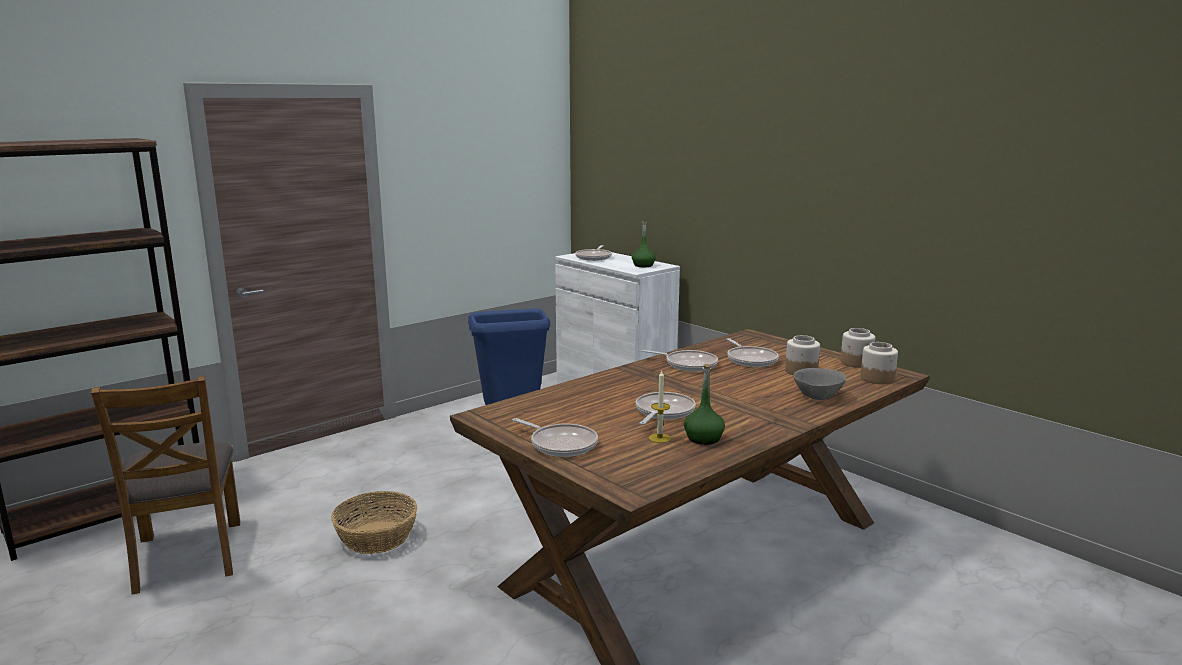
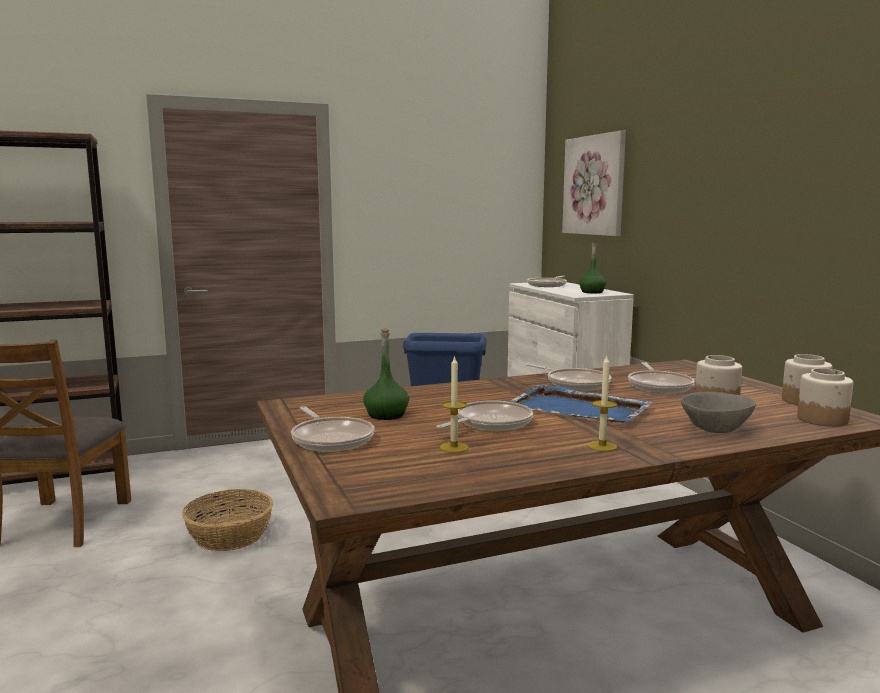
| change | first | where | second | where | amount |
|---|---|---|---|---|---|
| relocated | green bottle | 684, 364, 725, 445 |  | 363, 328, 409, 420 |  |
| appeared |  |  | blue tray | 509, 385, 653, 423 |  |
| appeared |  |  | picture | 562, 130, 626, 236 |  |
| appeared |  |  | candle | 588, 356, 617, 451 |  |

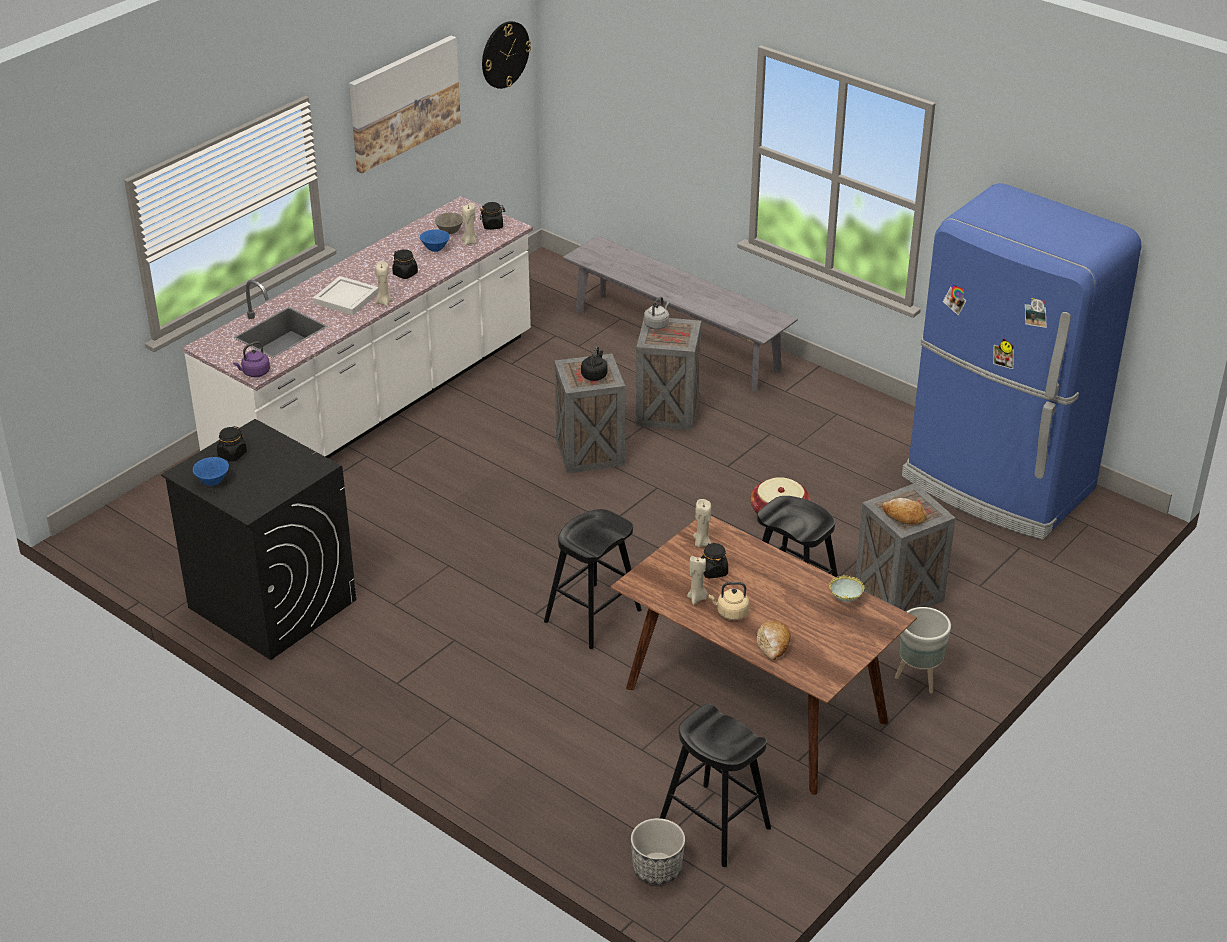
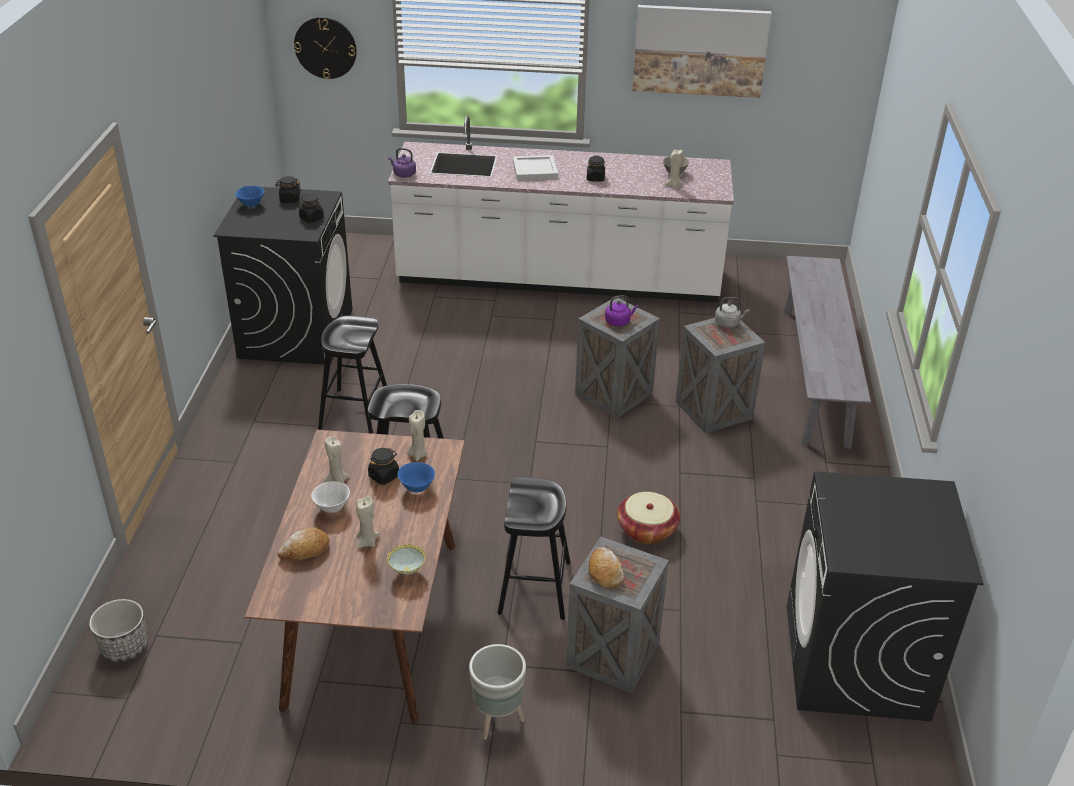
| change | first | where | second | where | amount |
|---|---|---|---|---|---|
| relocated | wall clock | 482, 21, 531, 89 |  | 294, 17, 357, 79 |  |
| relocated | black jar | 480, 202, 505, 230 |  | 299, 194, 324, 223 |  |
| exchanged | beige kettle | 709, 582, 749, 620 | white bowl | 311, 481, 350, 513 |  |
| relocated | black stool | 660, 704, 771, 867 |  | 318, 316, 387, 434 |  |
| relocated | beige candle | 375, 261, 392, 306 |  | 356, 496, 379, 548 |  |
| relocated | blue bowl | 420, 229, 450, 252 |  | 397, 462, 435, 493 |  |
| colour | black kettle | 581, 346, 607, 381 | purple kettle | 605, 295, 638, 326 |  |
| exchanged | blue fridge | 902, 183, 1141, 540 | black washing machine | 787, 471, 984, 721 |  |

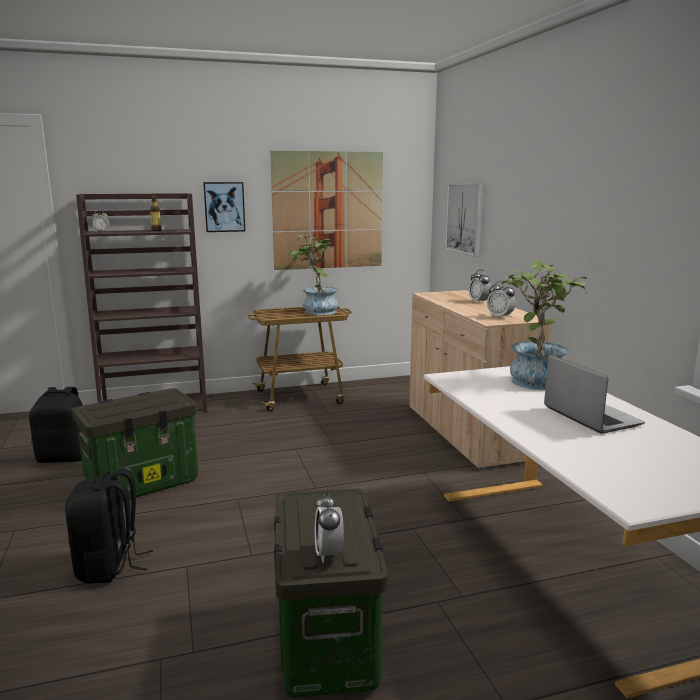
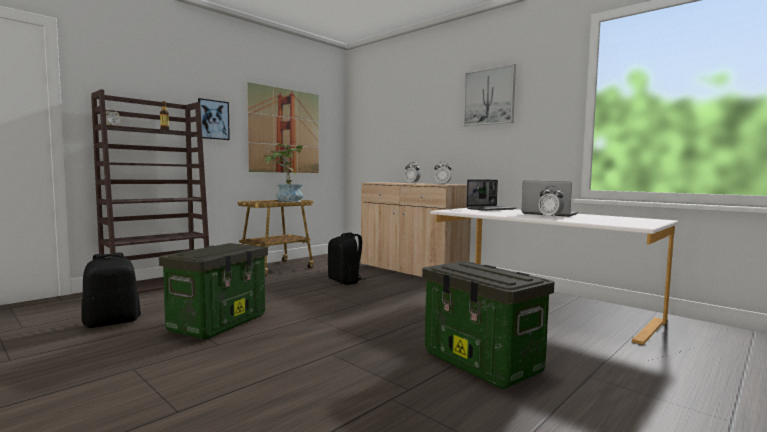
| change | first | where | second | where | amount |
|---|---|---|---|---|---|
| relocated | black backpack | 65, 469, 153, 583 |  | 328, 232, 362, 285 |  |
| relocated | picture | 445, 183, 483, 256 |  | 463, 64, 516, 126 |  |
| exchanged | potted plant | 502, 260, 587, 390 | laptop | 466, 179, 516, 211 |  |
| relocated | alarm clock | 315, 492, 344, 563 |  | 538, 186, 564, 218 |  |

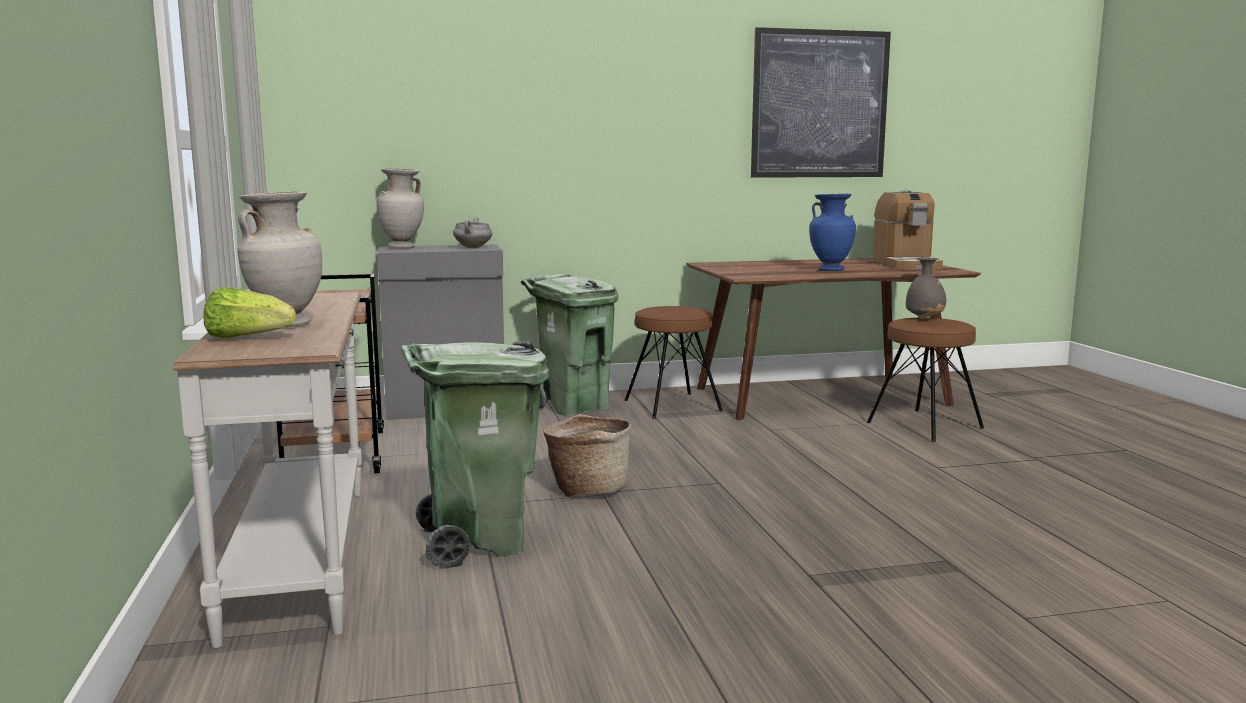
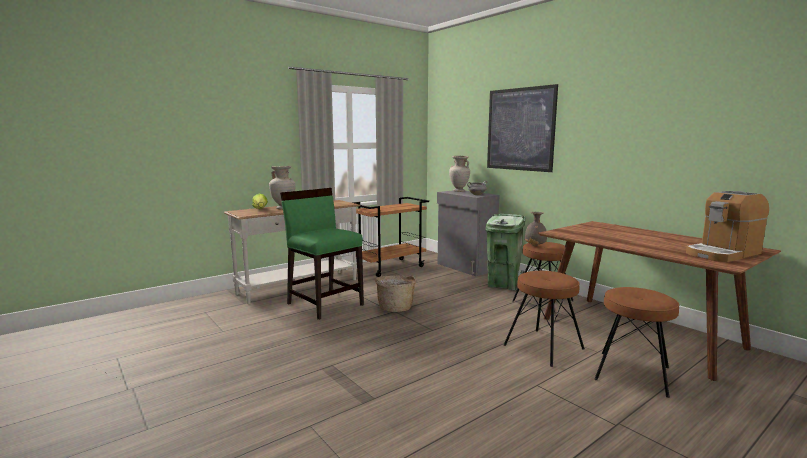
| change | first | where | second | where | amount |
|---|---|---|---|---|---|
| exchanged | green trash can | 401, 342, 549, 569 | green chair | 280, 188, 364, 320 |  |
| relocated | picture | 751, 27, 891, 178 |  | 487, 84, 558, 172 |  |
| appeared |  |  | brown stool | 504, 271, 585, 367 |  |
| relocated | grey vase | 906, 257, 947, 319 |  | 525, 212, 547, 246 |  |
| missing | blue vase | 809, 194, 856, 271 |  |  |  |

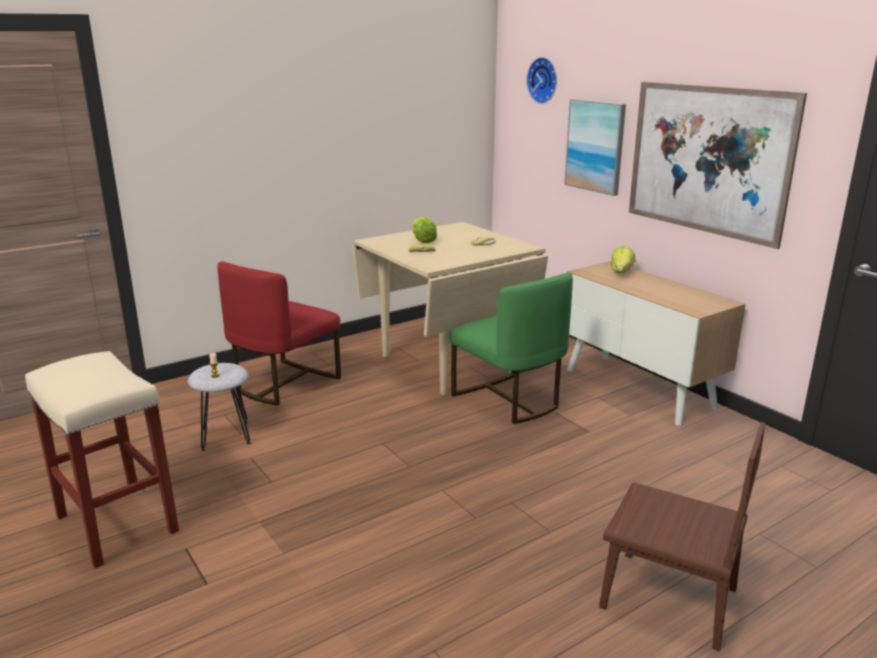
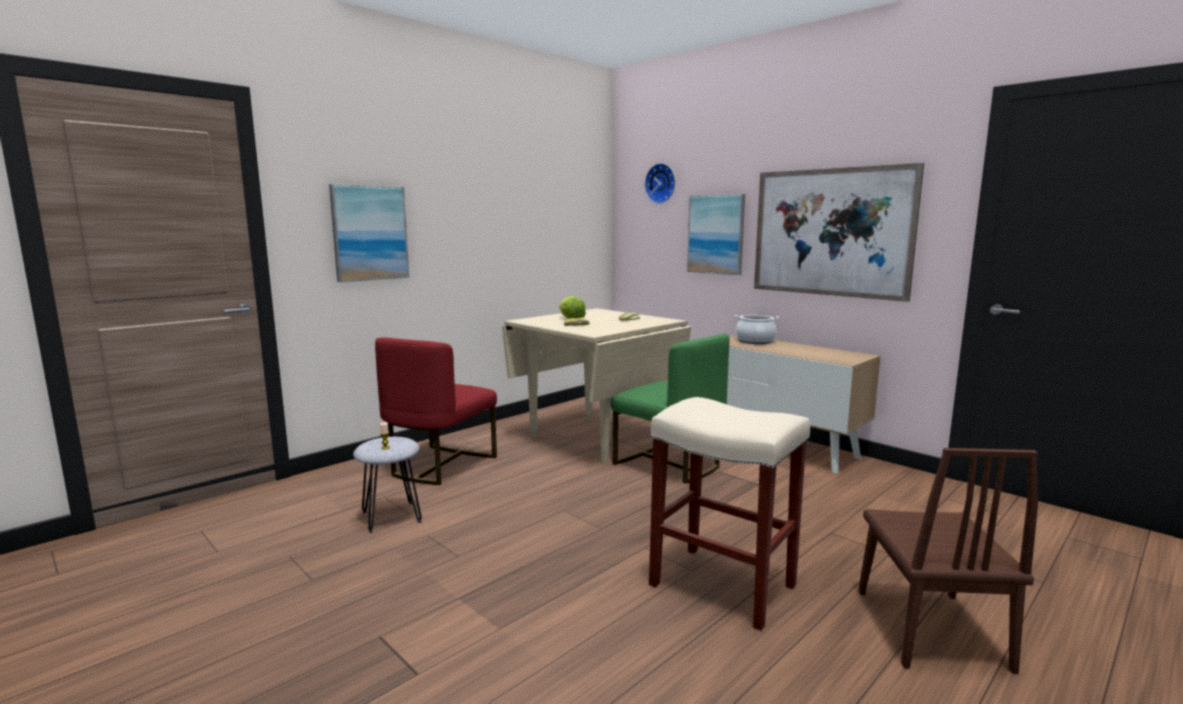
| change | first | where | second | where | amount |
|---|---|---|---|---|---|
| appeared |  |  | picture | 329, 184, 409, 282 |  |
| relocated | beige stool | 25, 351, 179, 568 |  | 649, 397, 810, 631 |  |
| exchanged | lettuce | 610, 246, 635, 274 | cooking pot | 735, 315, 779, 344 |  |
| spun | brown chair | 599, 422, 766, 651 |  | 859, 448, 1038, 674 | 75 degrees clockwise |

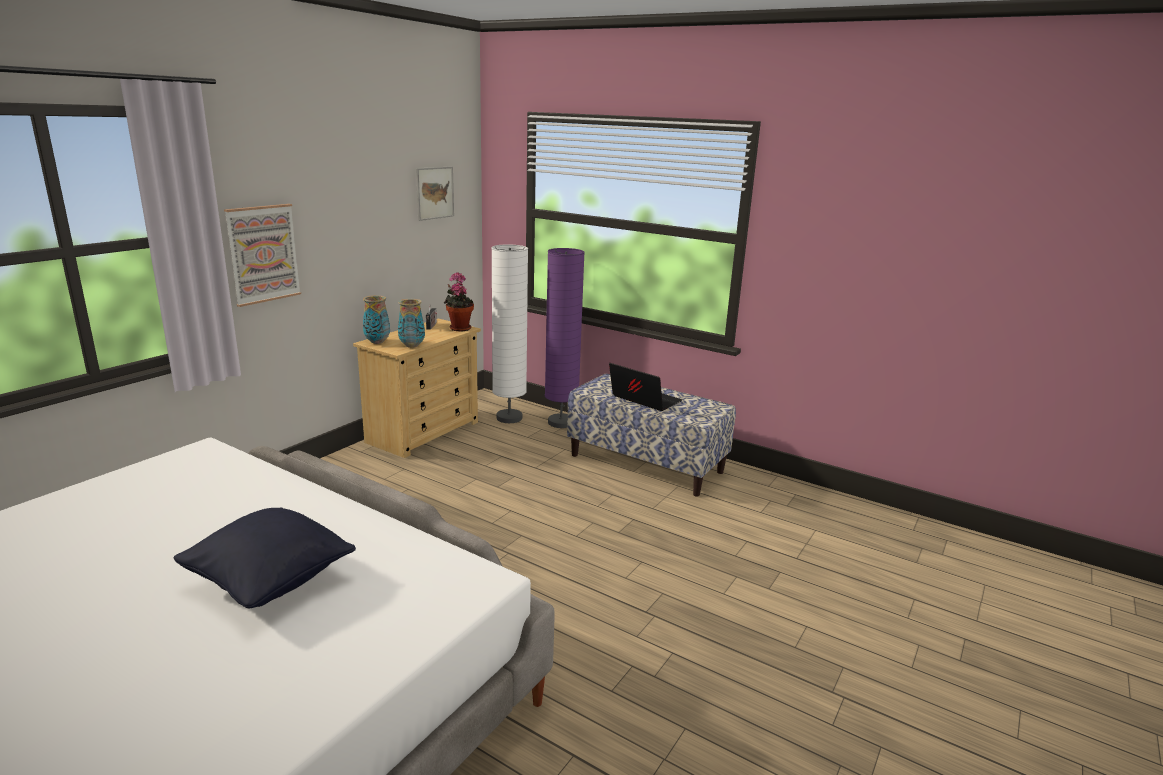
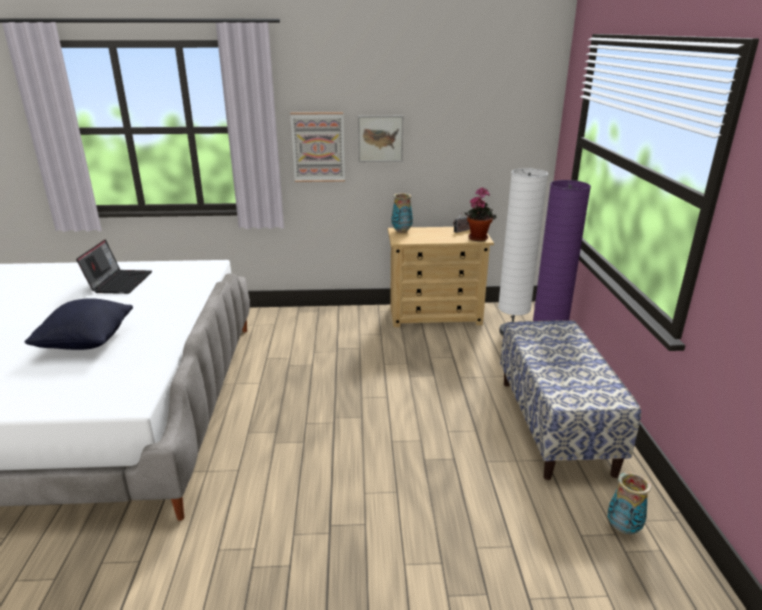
| change | first | where | second | where | amount |
|---|---|---|---|---|---|
| relocated | laptop | 609, 363, 682, 411 |  | 76, 240, 152, 294 |  |
| relocated | picture | 416, 166, 454, 221 |  | 358, 116, 403, 162 |  |
| relocated | vase | 398, 299, 425, 348 |  | 608, 472, 651, 534 |  |

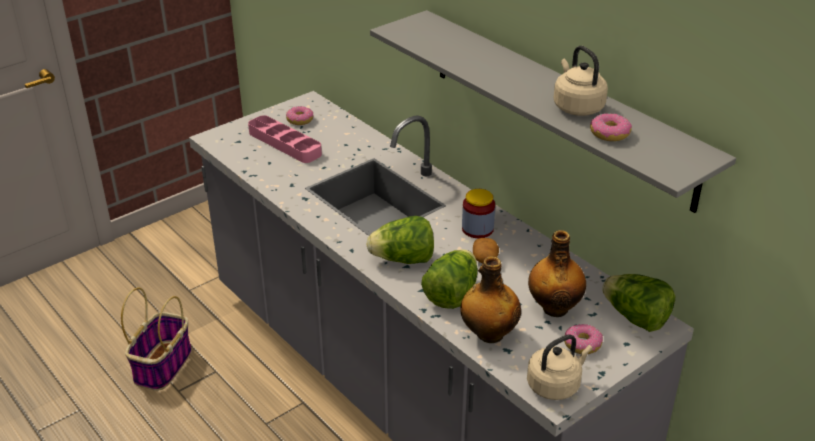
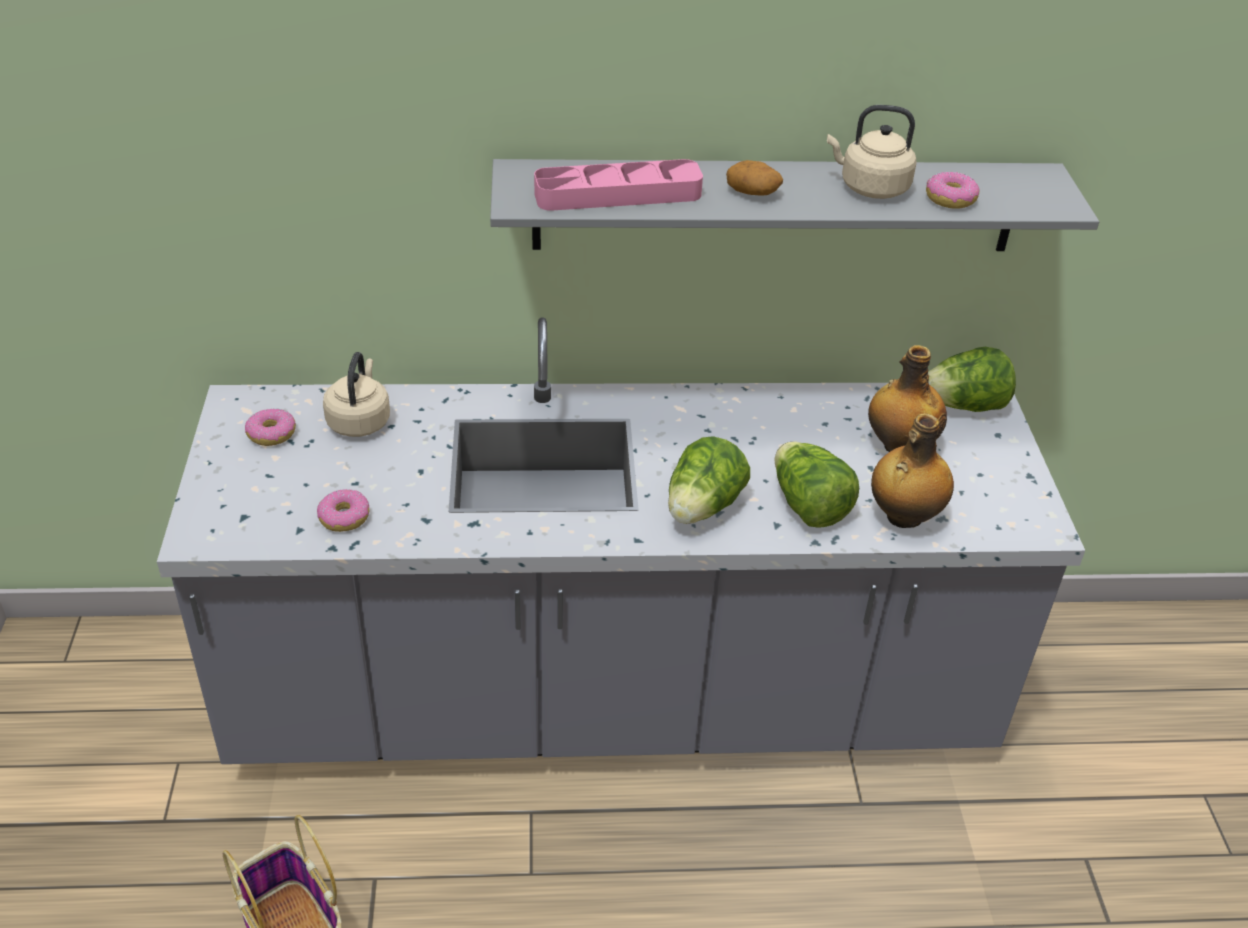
| change | first | where | second | where | amount |
|---|---|---|---|---|---|
| relocated | donut | 564, 324, 603, 354 |  | 317, 489, 369, 532 |  |
| relocated | beige kettle | 527, 334, 593, 400 |  | 323, 352, 390, 437 |  |
| relocated | pink tray | 248, 115, 322, 163 |  | 534, 159, 703, 211 |  |
| relocated | potato | 473, 238, 499, 263 |  | 726, 160, 783, 196 |  |
| missing | jar | 462, 189, 495, 238 |  |  |  |

